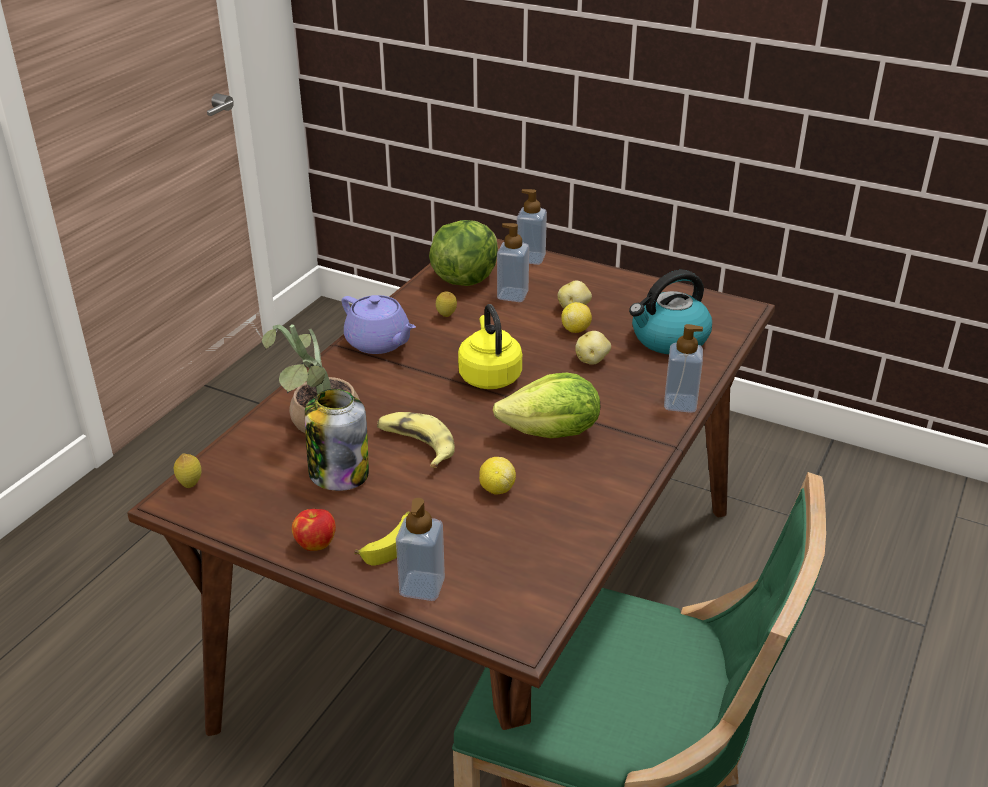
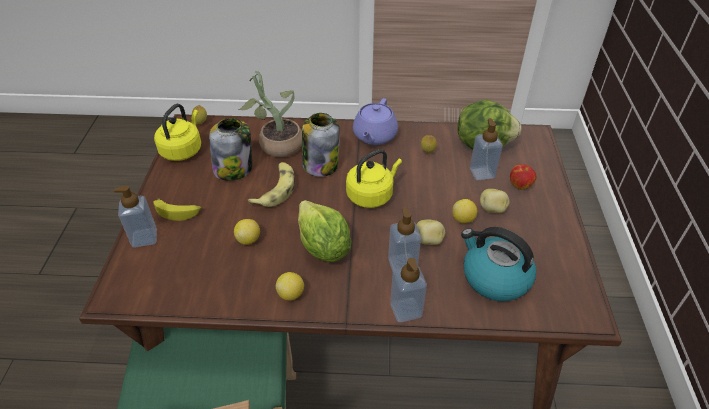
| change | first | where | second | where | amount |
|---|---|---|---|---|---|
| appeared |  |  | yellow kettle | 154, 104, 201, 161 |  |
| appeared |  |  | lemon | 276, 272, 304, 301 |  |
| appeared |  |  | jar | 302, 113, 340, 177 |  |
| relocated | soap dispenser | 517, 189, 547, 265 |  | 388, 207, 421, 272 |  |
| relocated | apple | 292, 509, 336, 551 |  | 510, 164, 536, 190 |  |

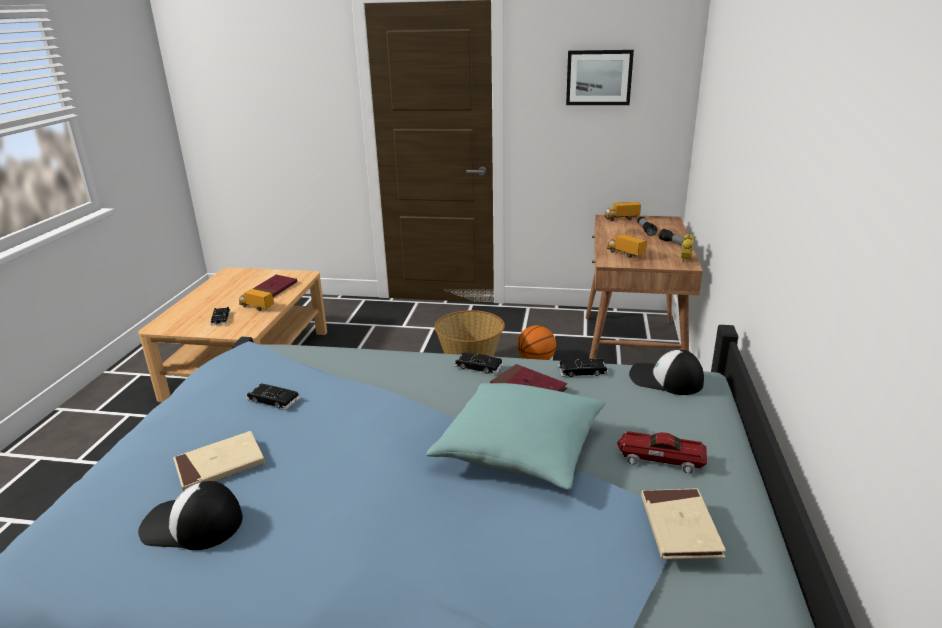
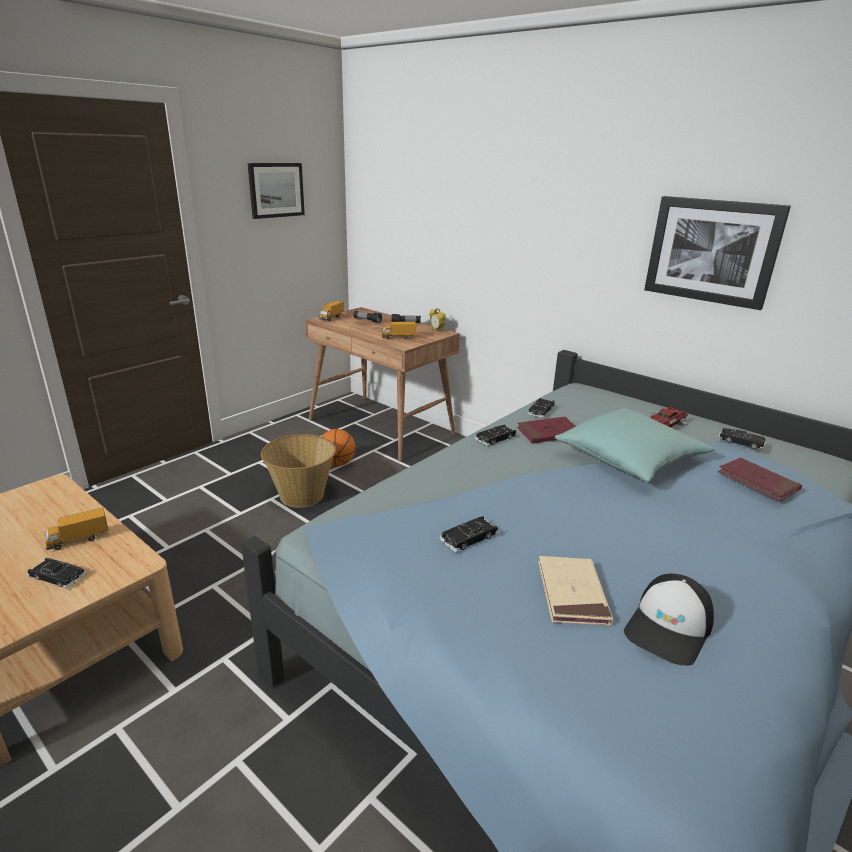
| change | first | where | second | where | amount |
|---|---|---|---|---|---|
| appeared |  |  | picture | 644, 196, 791, 310 |  |
| exchanged | beige book | 641, 488, 726, 560 | black toy car | 718, 428, 766, 450 |  |
| relocated | red book | 253, 275, 297, 297 |  | 718, 458, 802, 502 |  |
| missing | cap | 629, 350, 704, 395 |  |  |  |

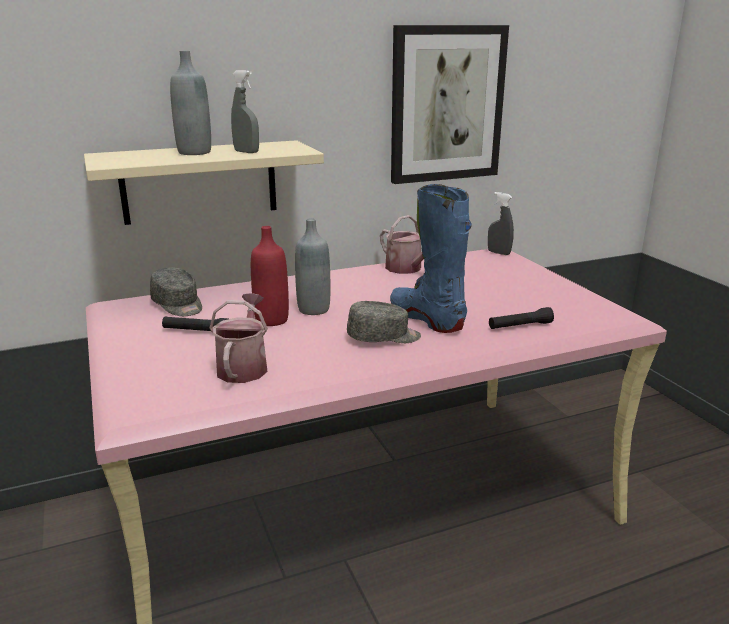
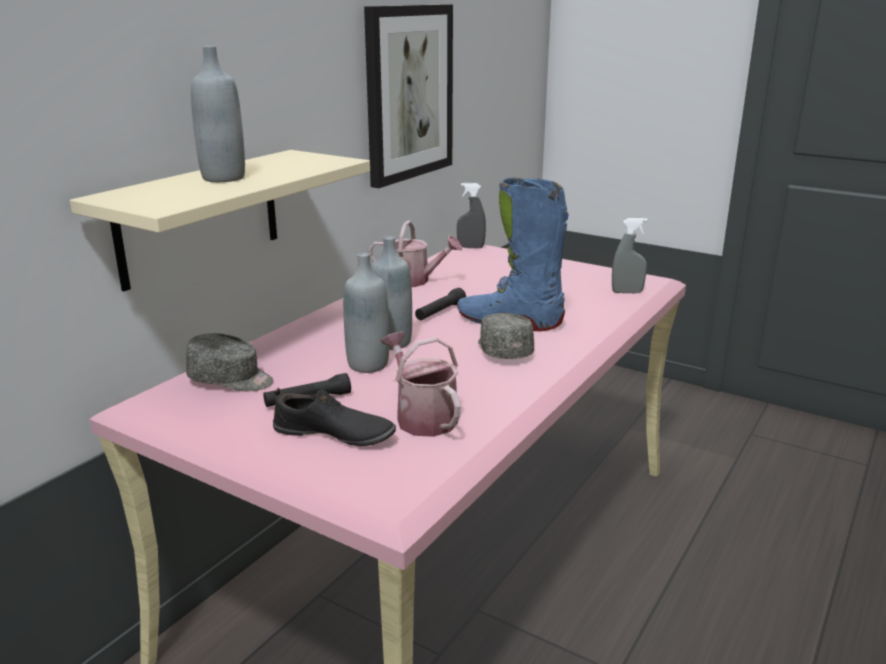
| change | first | where | second | where | amount |
|---|---|---|---|---|---|
| appeared |  |  | black shoe | 273, 388, 396, 446 |  |
| colour | red bottle | 251, 226, 289, 326 | grey bottle | 343, 253, 389, 373 |  |
| relocated | black flashlight | 489, 307, 554, 329 |  | 415, 288, 466, 320 |  |
| spun | grey cap | 347, 301, 421, 343 |  | 478, 313, 534, 359 | 60 degrees counterclockwise |
| relocated | grey spray bottle | 231, 70, 259, 153 |  | 612, 218, 648, 293 |  |

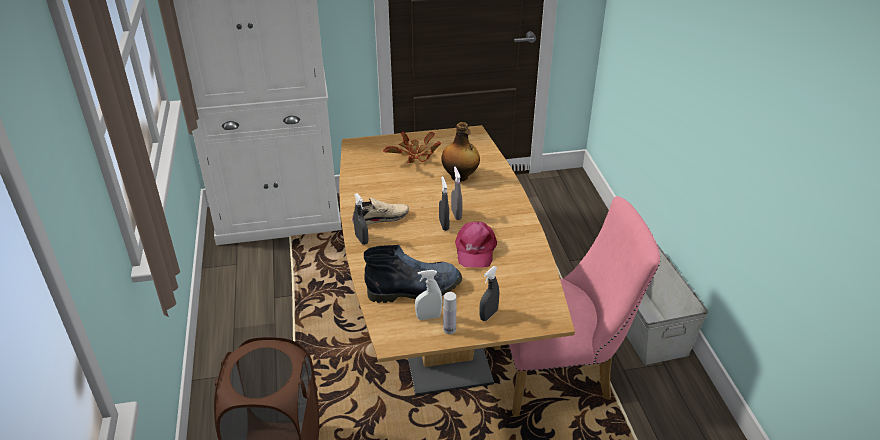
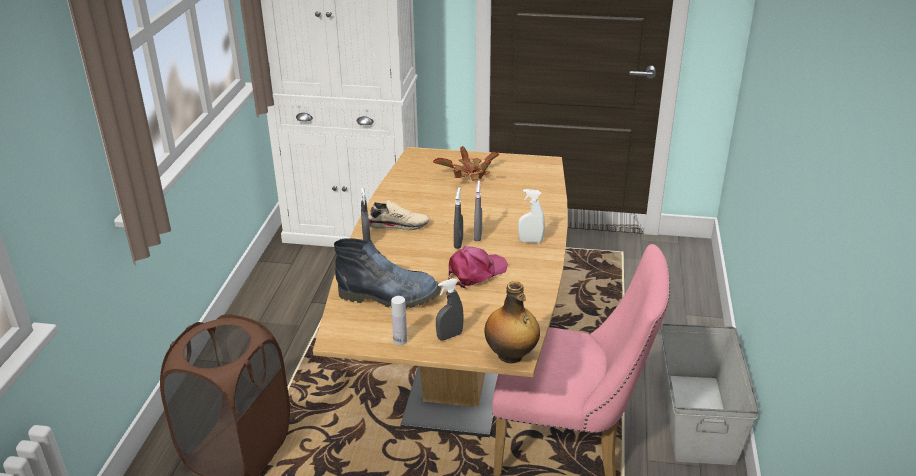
| change | first | where | second | where | amount |
|---|---|---|---|---|---|
| spun | pink cap | 455, 221, 497, 268 |  | 448, 246, 508, 288 | 150 degrees counterclockwise |
| relocated | bottle | 441, 122, 480, 182 |  | 484, 281, 540, 364 |  |
| relocated | white spray bottle | 415, 270, 442, 320 |  | 518, 189, 545, 243 |  |

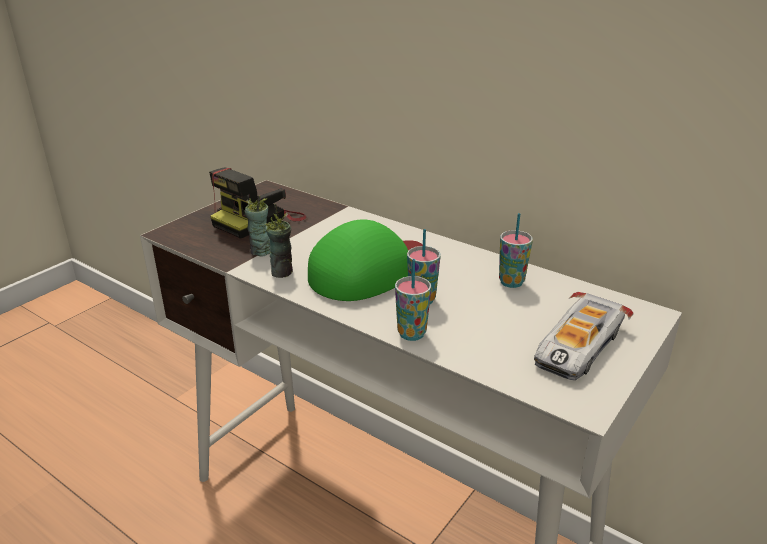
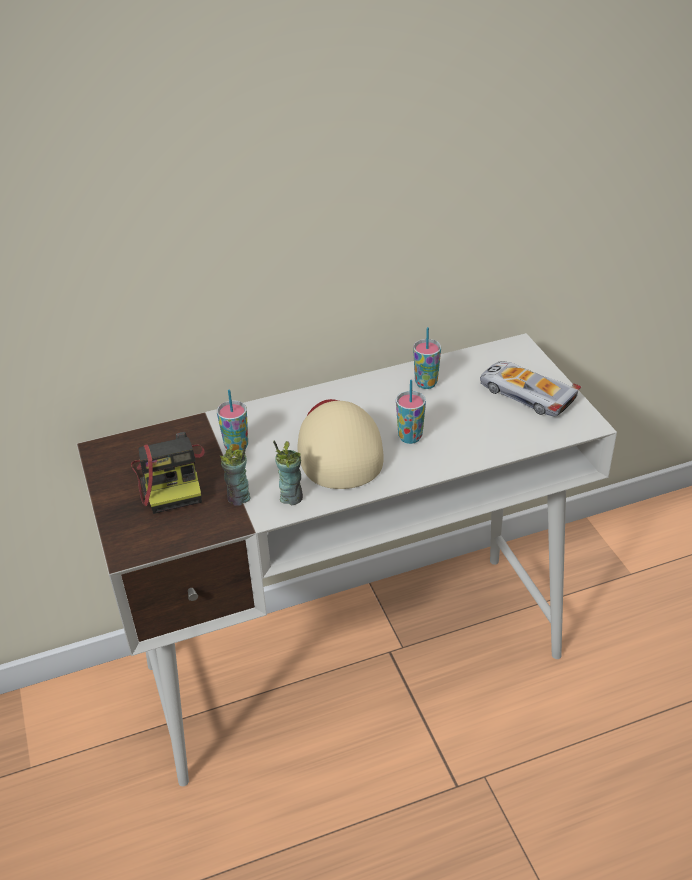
| change | first | where | second | where | amount |
|---|---|---|---|---|---|
| relocated | cup | 395, 259, 431, 341 |  | 217, 390, 248, 451 |  |
| colour | green cap | 308, 219, 423, 301 | beige cap | 297, 399, 384, 489 |  |
| spun | toy car | 534, 292, 634, 381 |  | 480, 361, 581, 417 | 150 degrees clockwise |

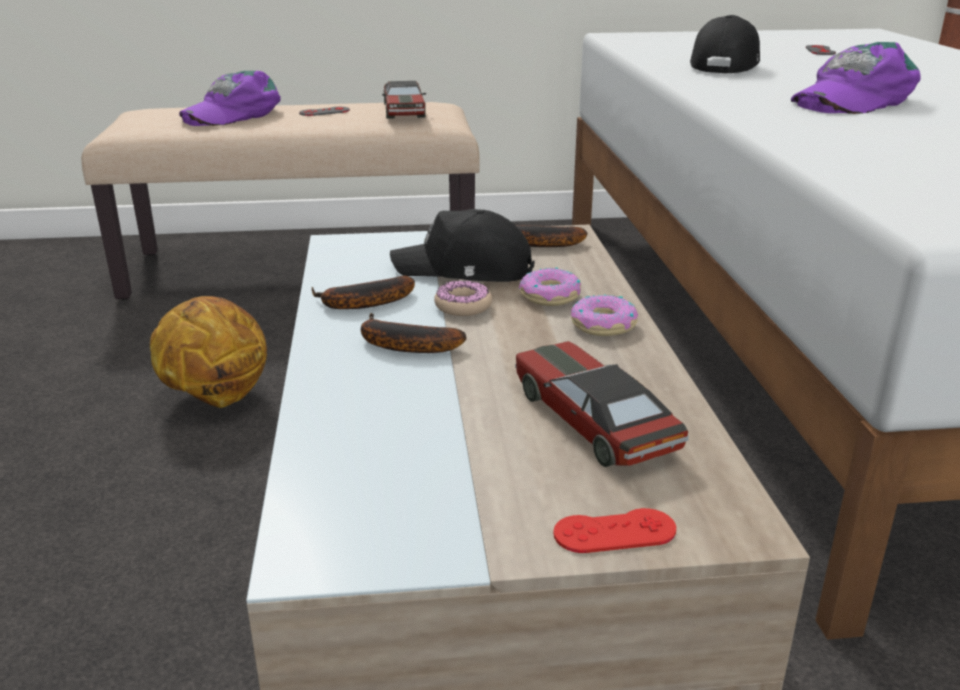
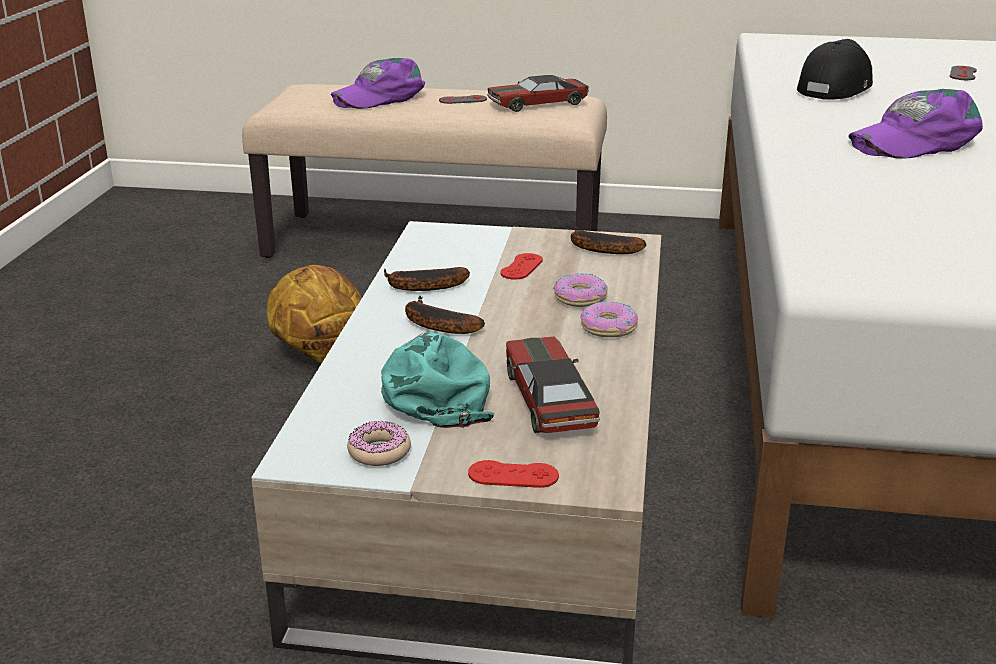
| change | first | where | second | where | amount |
|---|---|---|---|---|---|
| relocated | donut | 434, 280, 492, 316 |  | 347, 421, 411, 466 |  |
| appeared |  |  | turquoise cap | 381, 332, 494, 428 |  |
| spun | toy car | 382, 81, 426, 119 |  | 487, 75, 589, 112 | 60 degrees clockwise |
| exchanged | black cap | 390, 209, 534, 282 | red game controller | 500, 253, 543, 280 |  |

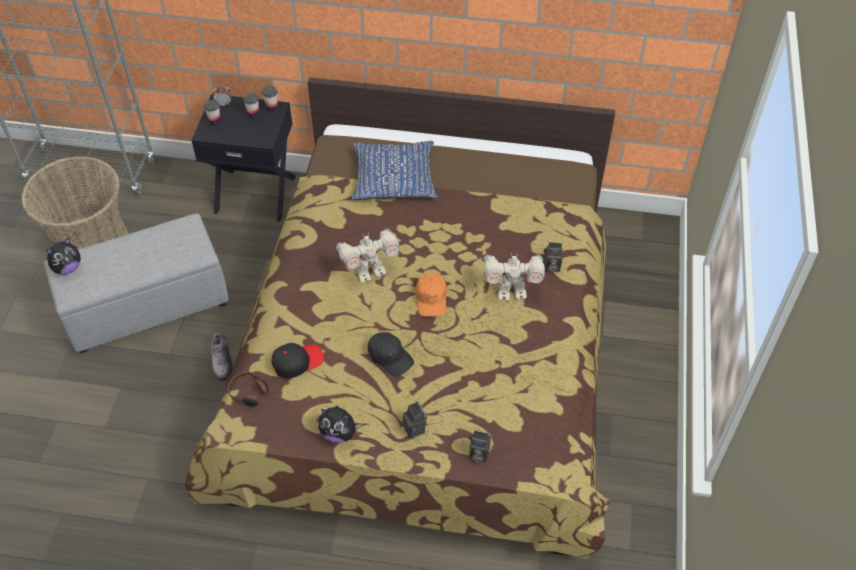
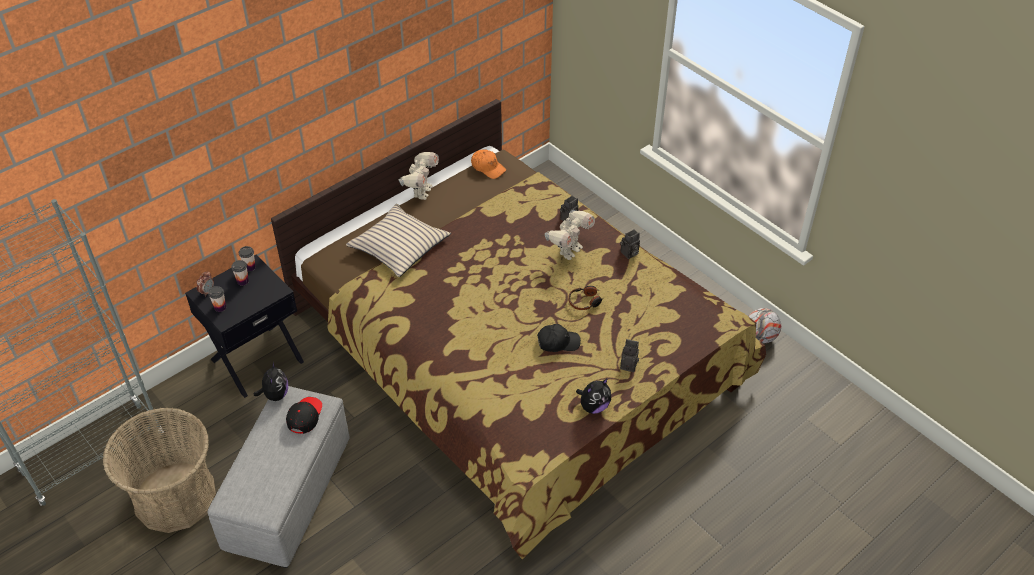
| change | first | where | second | where | amount |
|---|---|---|---|---|---|
| relocated | plush toy | 47, 238, 81, 275 |  | 254, 362, 288, 401 |  |
| relocated | black cap | 271, 343, 324, 379 |  | 286, 397, 322, 434 |  |
| colour | blue pillow | 351, 141, 437, 200 | beige pillow | 346, 204, 451, 277 |  |
| relocated | toy robot | 336, 229, 400, 283 |  | 398, 152, 439, 200 |  |
| relocated | orange cap | 415, 273, 447, 317 |  | 471, 149, 506, 179 |  |
| relocated | headphones | 228, 372, 270, 407 |  | 568, 286, 604, 310 |  |
| relocated | photo camera | 469, 430, 491, 462 |  | 620, 229, 640, 259 |  |
| appeared |  |  | football | 748, 308, 781, 343 |  |
| missing | shoe | 209, 332, 233, 381 |  |  |  |

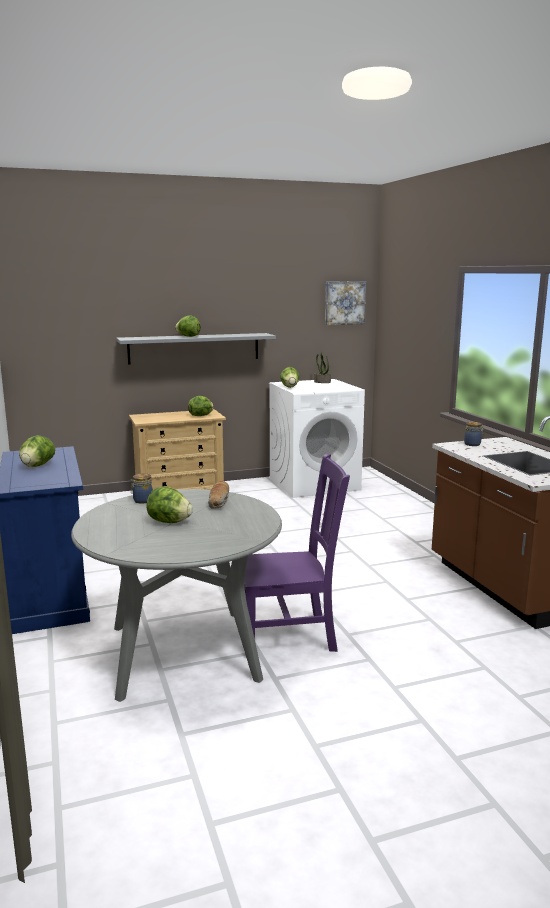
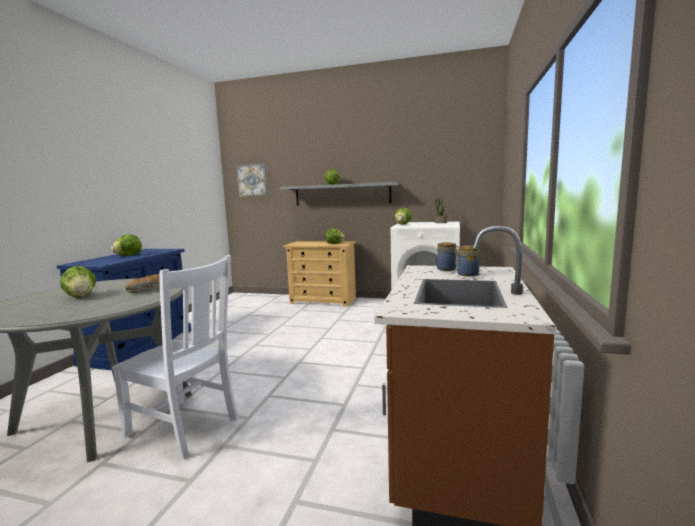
| change | first | where | second | where | amount |
|---|---|---|---|---|---|
| colour | purple chair | 244, 453, 350, 652 | white chair | 112, 255, 238, 459 |  |
| relocated | picture | 325, 281, 366, 325 |  | 236, 164, 268, 197 |  |
| relocated | jar | 131, 474, 153, 504 |  | 455, 245, 479, 276 |  |

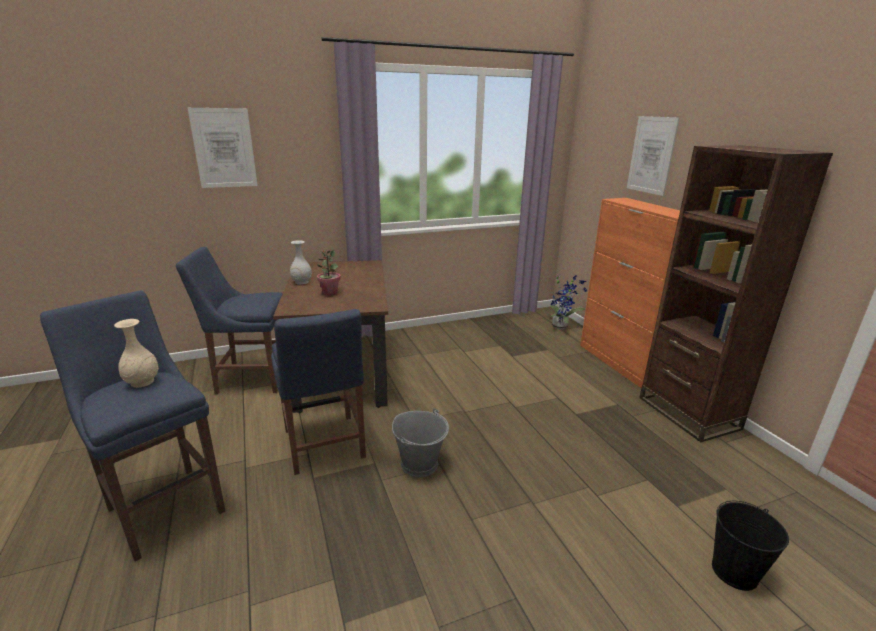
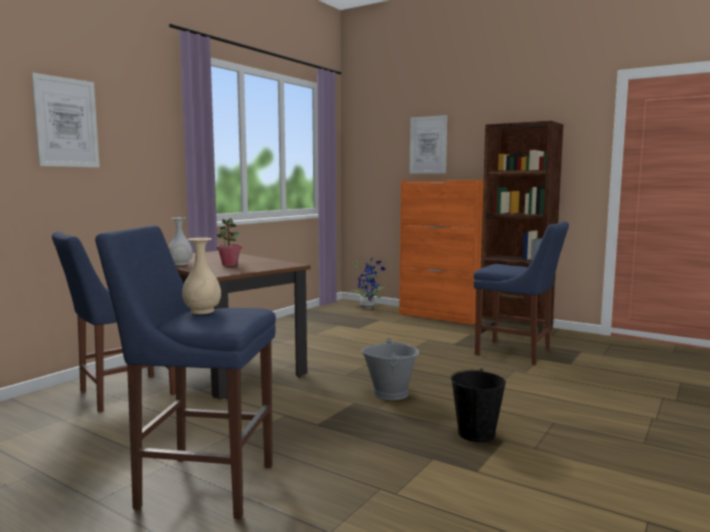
| change | first | where | second | where | amount |
|---|---|---|---|---|---|
| relocated | black bucket | 712, 501, 789, 591 |  | 451, 369, 506, 442 |  |
| relocated | blue chair | 271, 309, 366, 475 |  | 473, 221, 569, 365 |  |

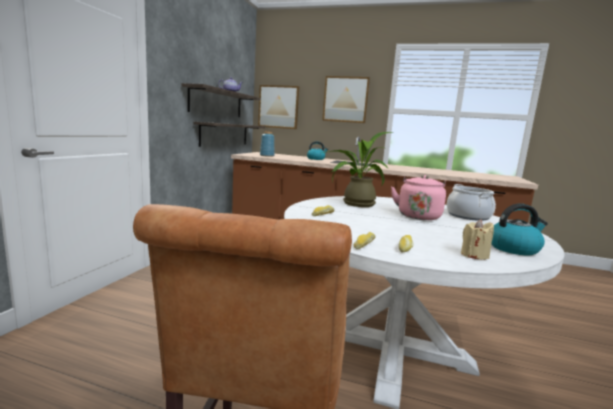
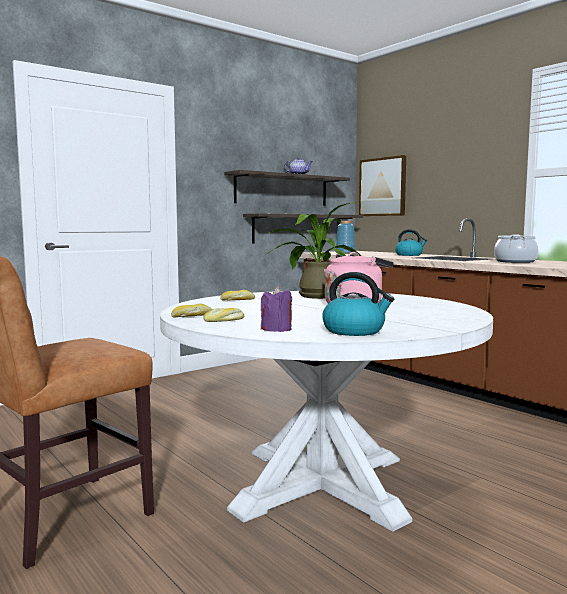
| change | first | where | second | where | amount |
|---|---|---|---|---|---|
| colour | beige candle | 461, 219, 494, 260 | purple candle | 261, 286, 292, 332 |  |
| relocated | cooking pot | 447, 184, 496, 221 |  | 494, 235, 538, 263 |  |
| missing | picture | 322, 76, 370, 123 |  |  |  |

